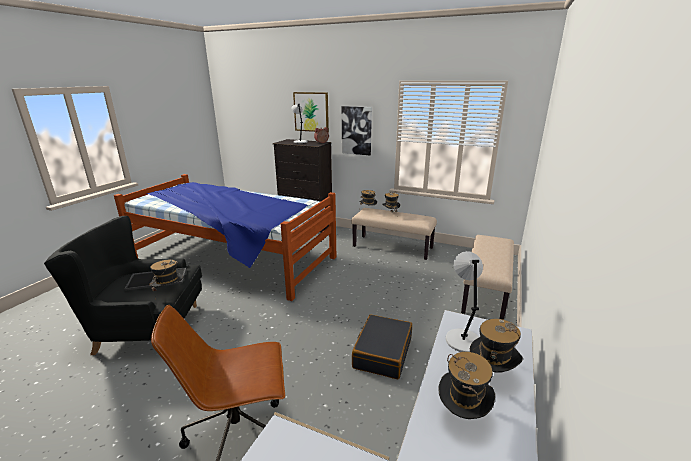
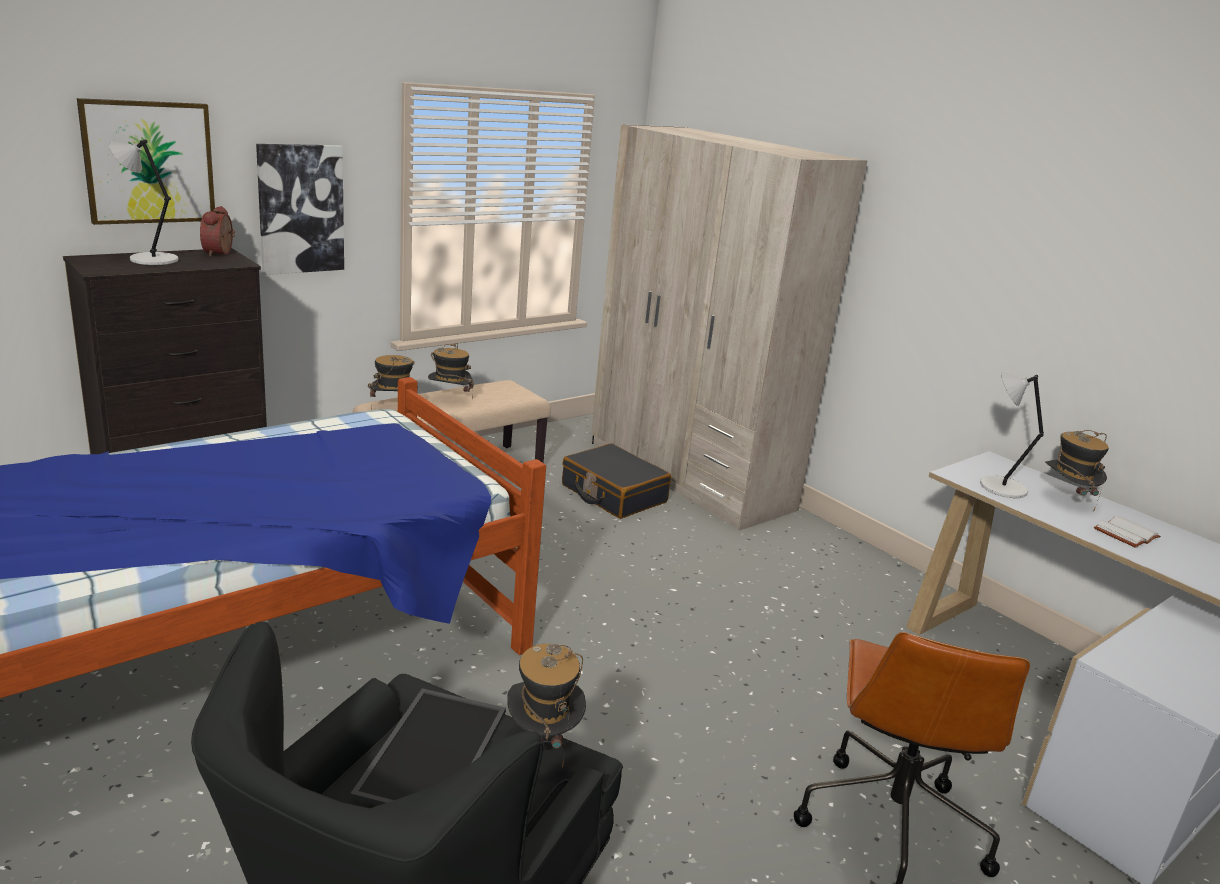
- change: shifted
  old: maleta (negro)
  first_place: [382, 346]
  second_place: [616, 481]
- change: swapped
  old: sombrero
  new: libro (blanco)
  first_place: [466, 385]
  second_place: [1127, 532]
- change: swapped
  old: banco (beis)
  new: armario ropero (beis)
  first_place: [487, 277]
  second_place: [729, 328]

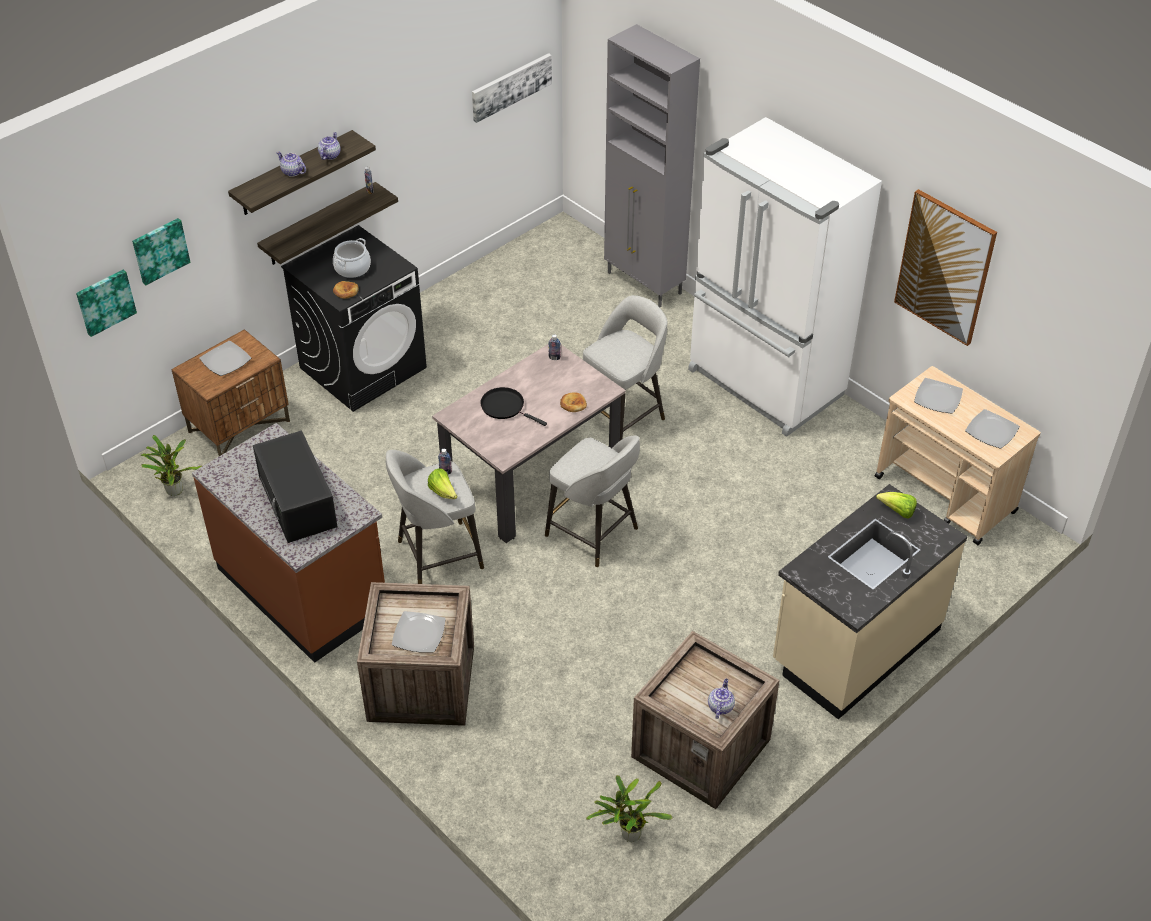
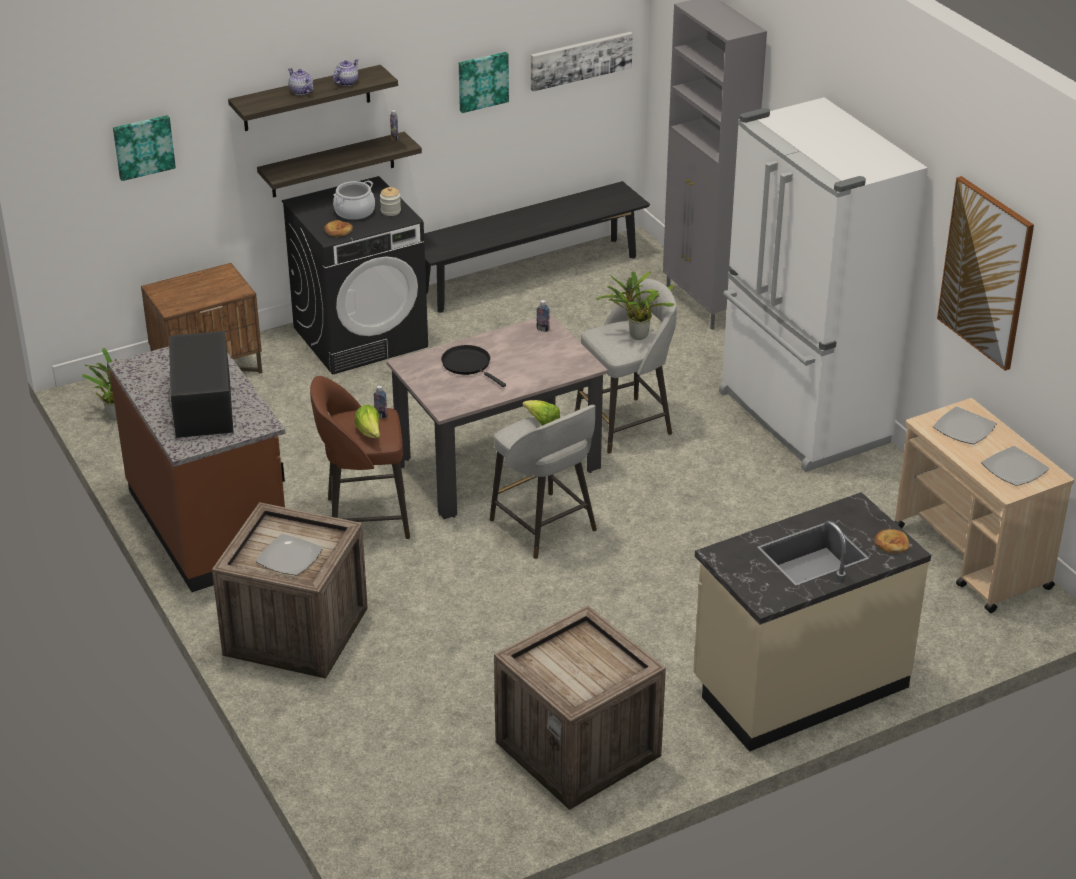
- change: gone
  old: plato
  first_place: [225, 358]
- change: gone
  old: tetera
  first_place: [721, 698]
- change: new
  new: tarro
  second_place: [390, 201]
- change: new
  new: banco (negro)
  second_place: [537, 247]
- change: shifted
  old: cuadro
  first_place: [106, 303]
  second_place: [484, 82]
- change: shifted
  old: pan
  first_place: [573, 402]
  second_place: [891, 541]
- change: shifted
  old: planta en maceta
  first_place: [629, 808]
  second_place: [635, 305]
- change: shifted
  old: lechuga
  first_place: [896, 505]
  second_place: [541, 413]
- change: repainted
  old: taburete (gris)
  new: taburete (marrón)
  first_place: [435, 517]
  second_place: [360, 457]

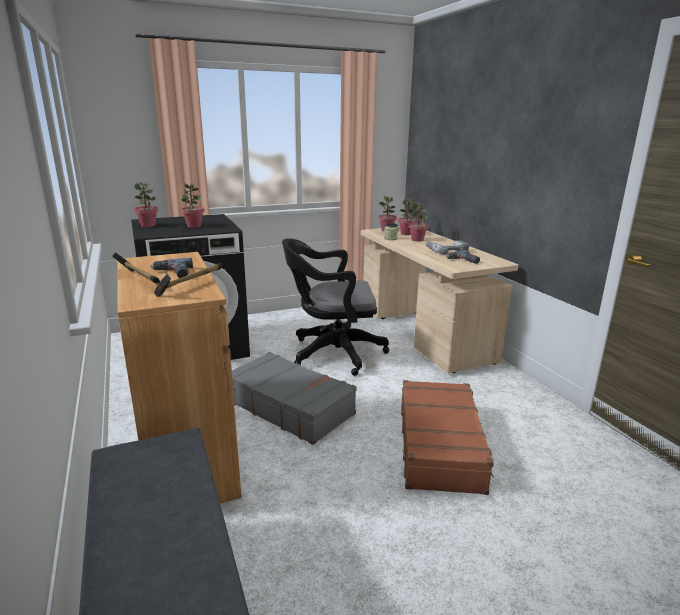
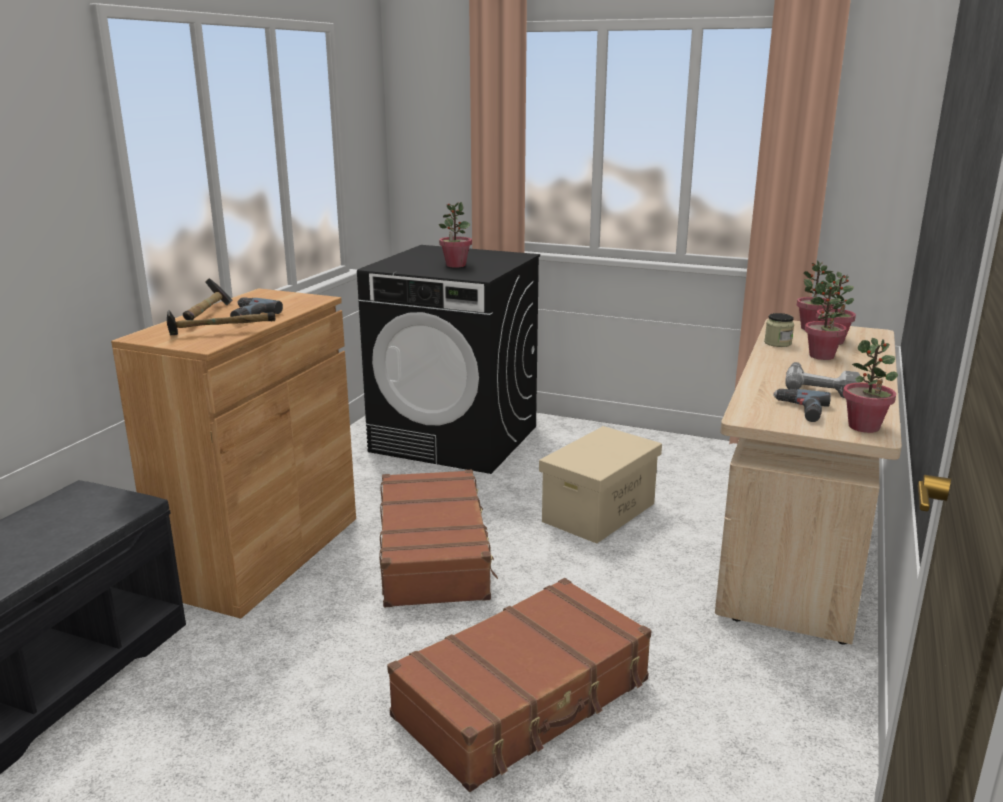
- change: shifted
  old: planta en maceta
  first_place: [146, 204]
  second_place: [870, 385]
- change: swapped
  old: silla de oficina (negro)
  new: caja de almacenaje (beis)
  first_place: [335, 307]
  second_place: [600, 485]
- change: repainted
  old: maleta (gris)
  new: maleta (marrón)
  first_place: [294, 398]
  second_place: [438, 538]

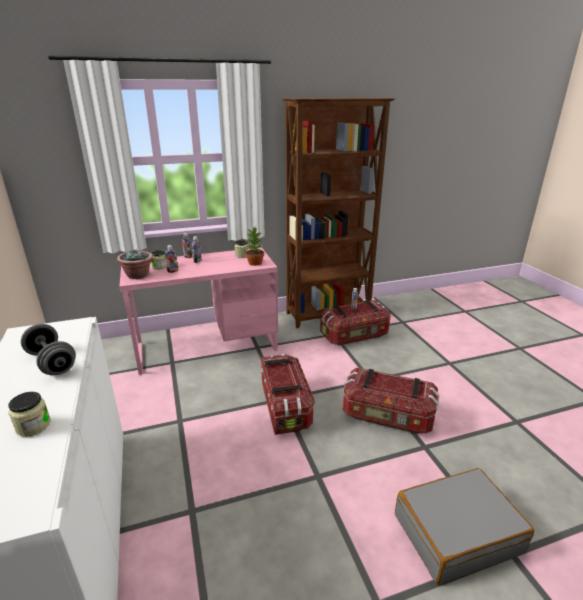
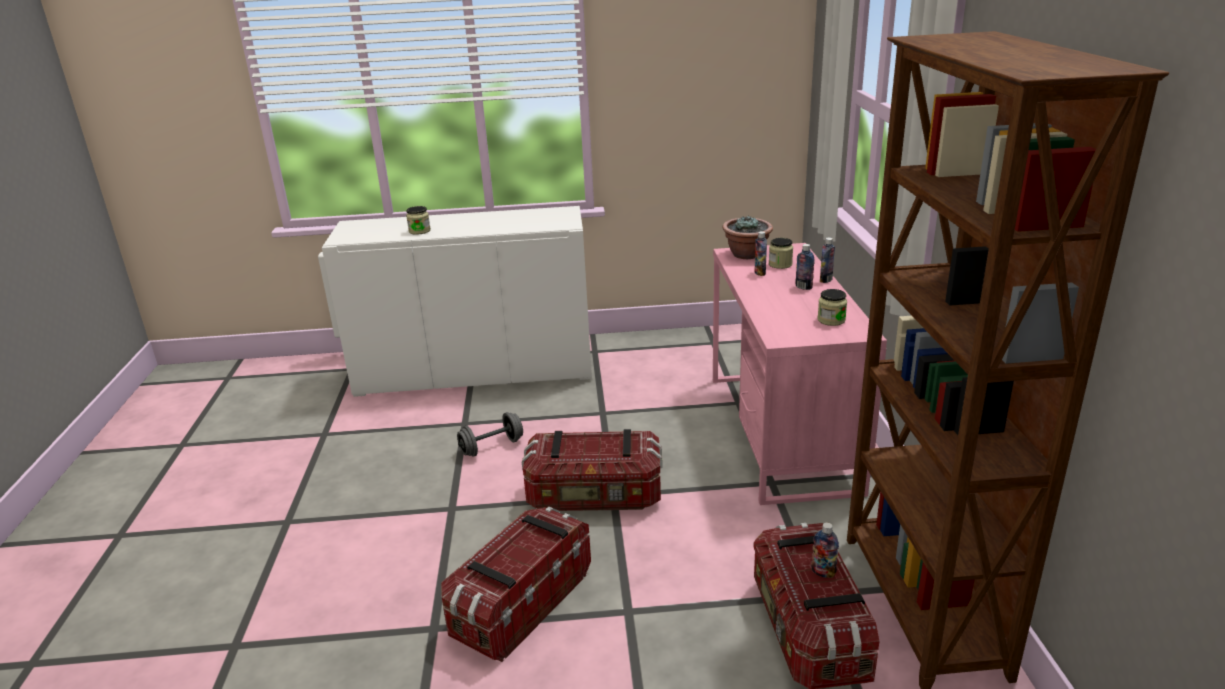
- change: gone
  old: planta en maceta
  first_place: [254, 246]
- change: gone
  old: maleta (gris)
  first_place: [464, 526]
- change: shifted
  old: mancuerna (gris)
  first_place: [48, 349]
  second_place: [490, 434]

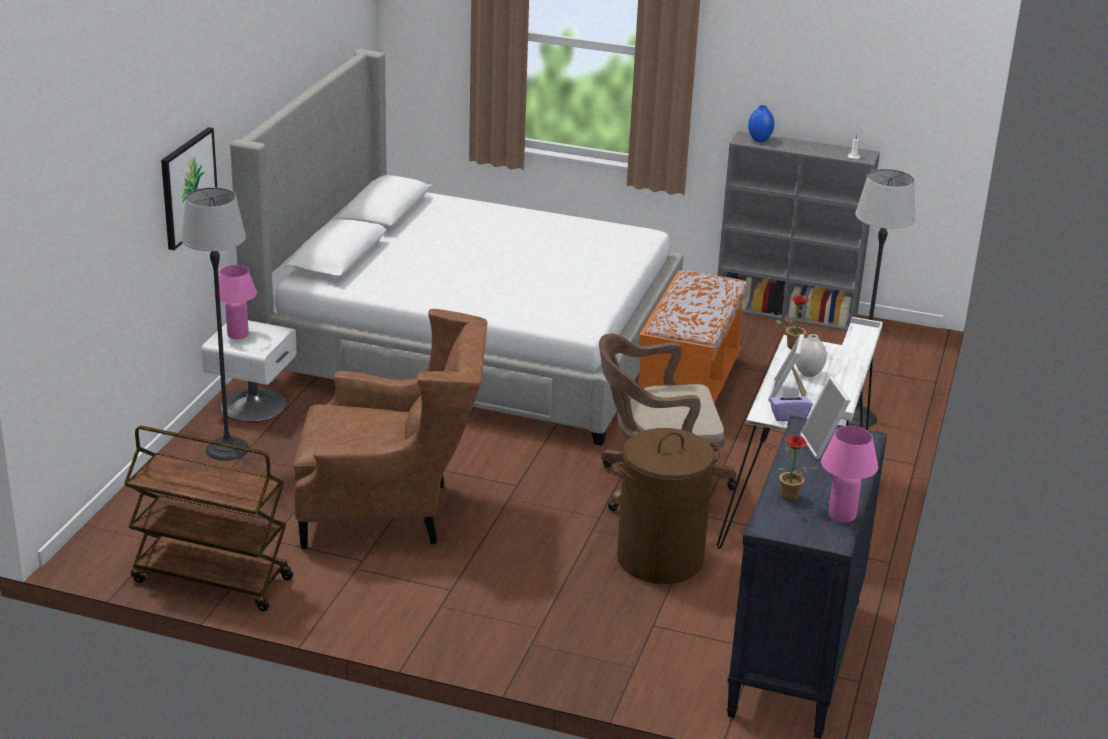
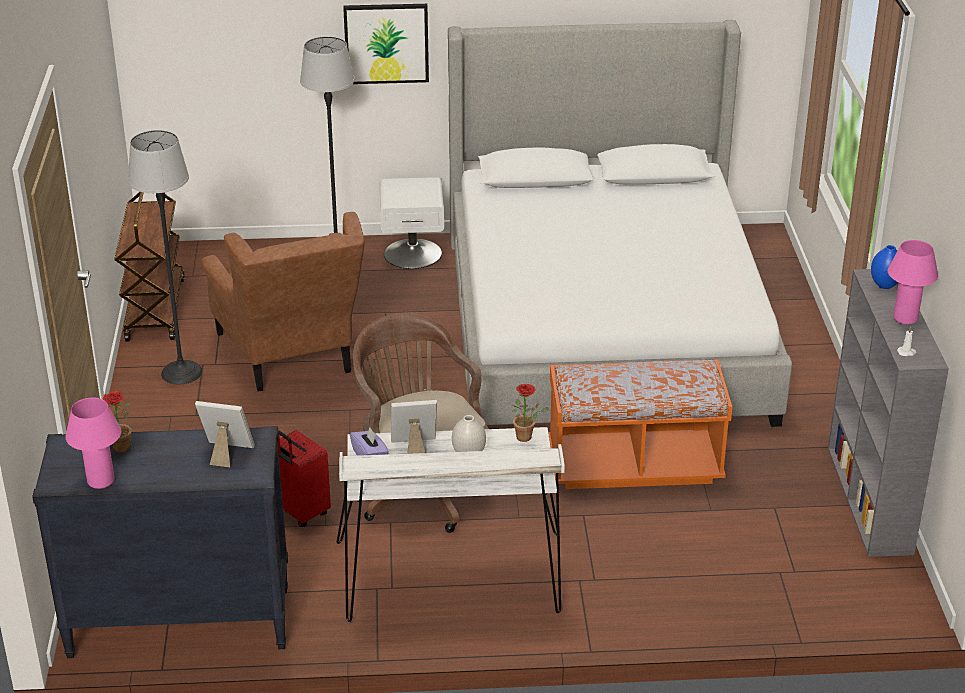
- change: shifted
  old: lámpara de mesa (rosa)
  first_place: [235, 302]
  second_place: [913, 282]
- change: shifted
  old: lámpara de pie
  first_place: [882, 298]
  second_place: [165, 257]
- change: swapped
  old: cesto de la ropa (marrón)
  new: maleta (rojo)
  first_place: [668, 506]
  second_place: [304, 478]
- change: rotated
  old: portarretratos
  first_place: [825, 418]
  second_place: [224, 434]
  degrees: 45

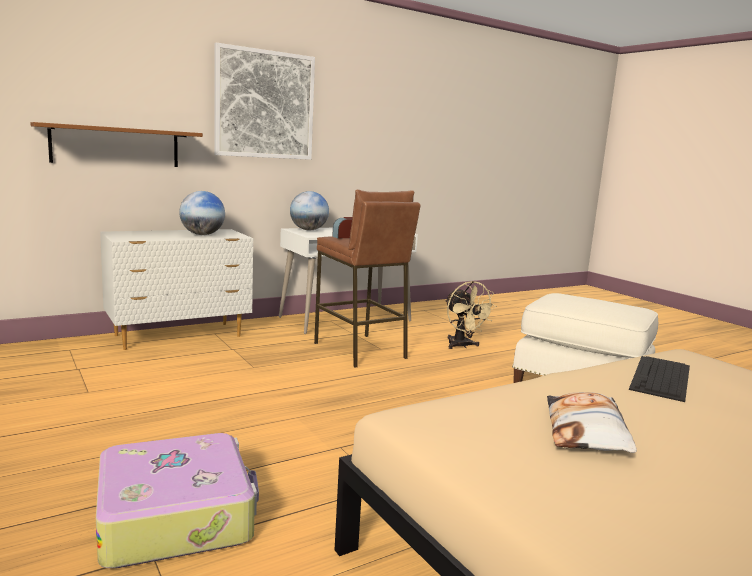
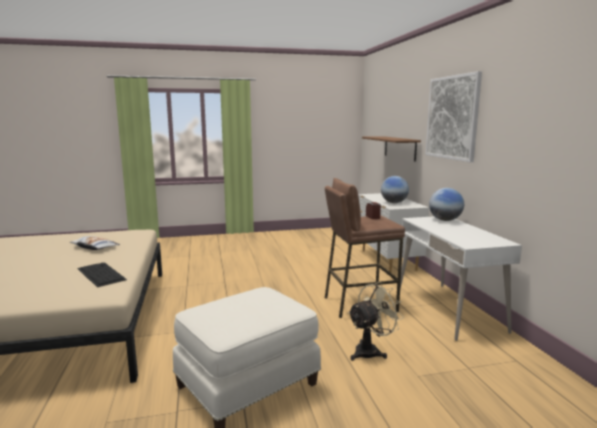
- change: gone
  old: maleta
  first_place: [177, 500]
- change: rotated
  old: ventilador (beis)
  first_place: [471, 315]
  second_place: [376, 321]
  degrees: 150

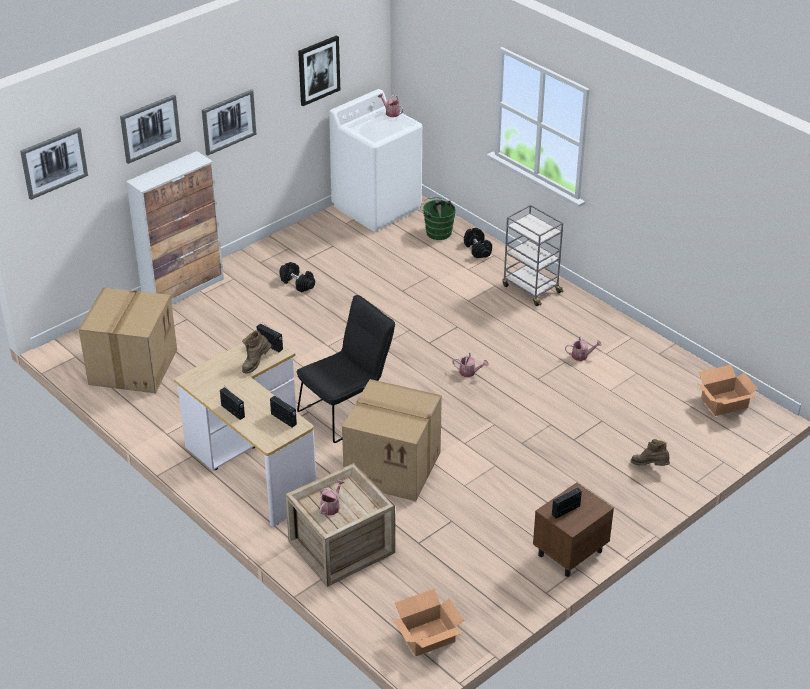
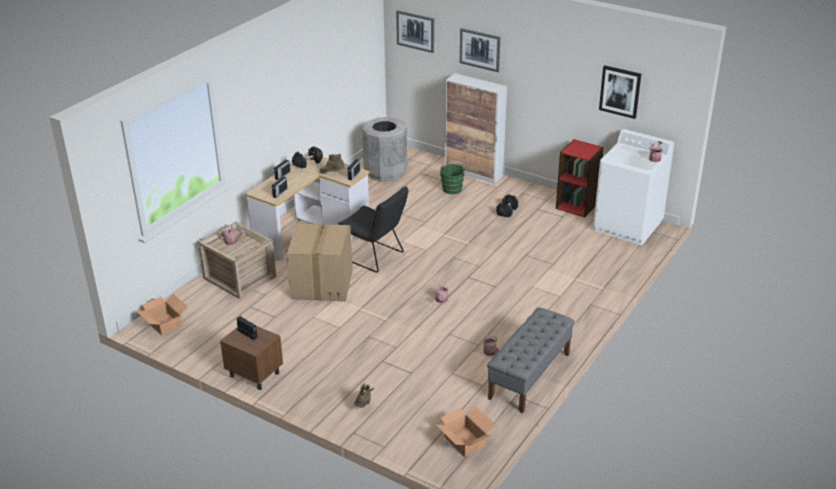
- change: gone
  old: cuadro
  first_place: [229, 122]
- change: gone
  old: carrito (gris)
  first_place: [533, 255]
- change: new
  new: banco (gris)
  second_place: [531, 360]
- change: new
  new: estantería (rojo)
  second_place: [580, 178]
- change: shifted
  old: cubo (verde)
  first_place: [438, 219]
  second_place: [453, 178]
- change: shifted
  old: mancuerna (negro)
  first_place: [478, 243]
  second_place: [307, 157]
- change: swapped
  old: caja de cartón
  new: papelera (gris)
  first_place: [128, 340]
  second_place: [384, 149]

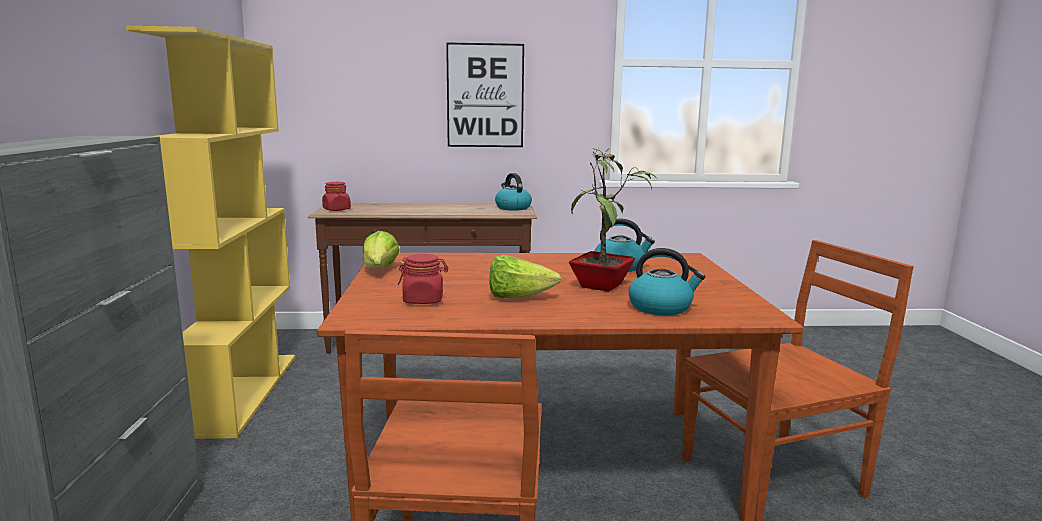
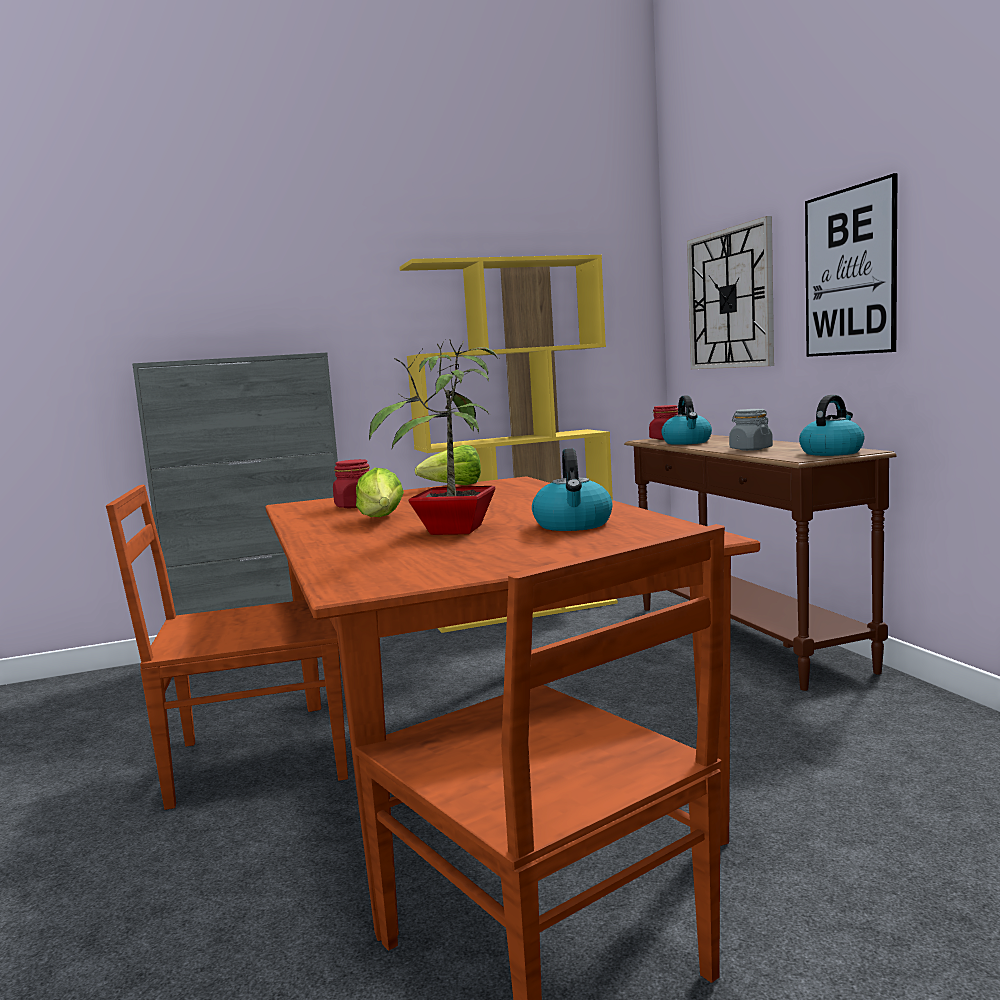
- change: new
  new: reloj de pared
  second_place: [730, 292]
- change: new
  new: tarro (gris)
  second_place: [751, 430]
- change: shifted
  old: hervidor
  first_place: [667, 281]
  second_place: [686, 420]

